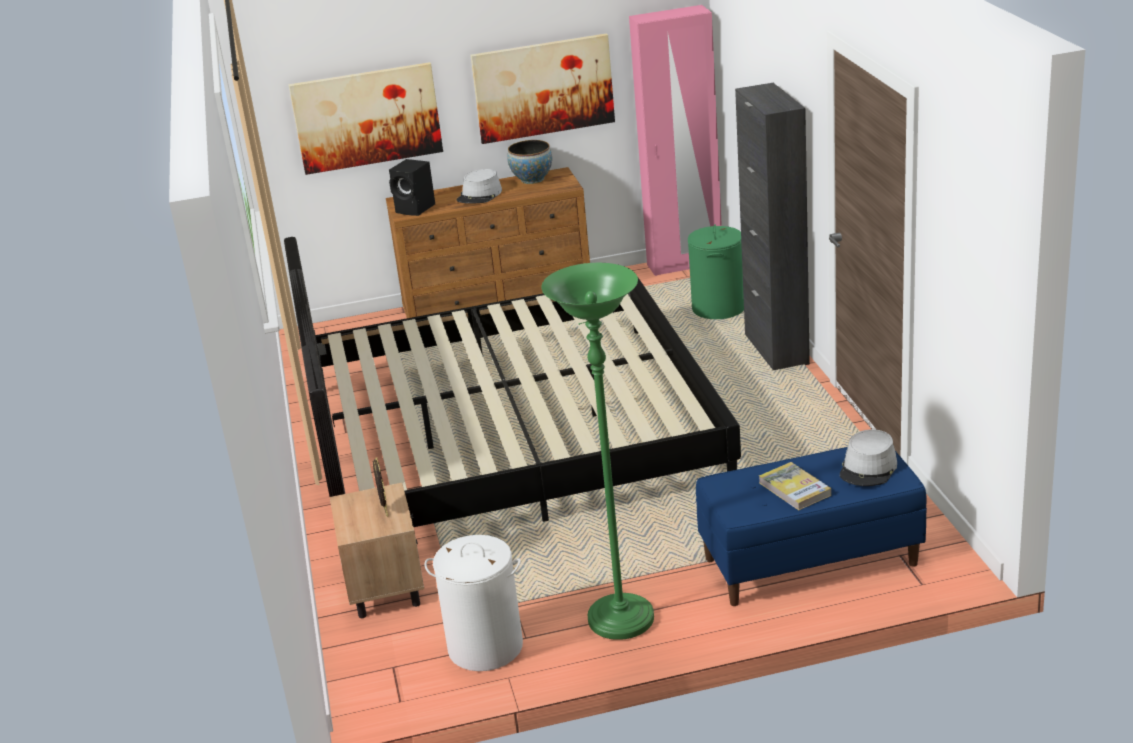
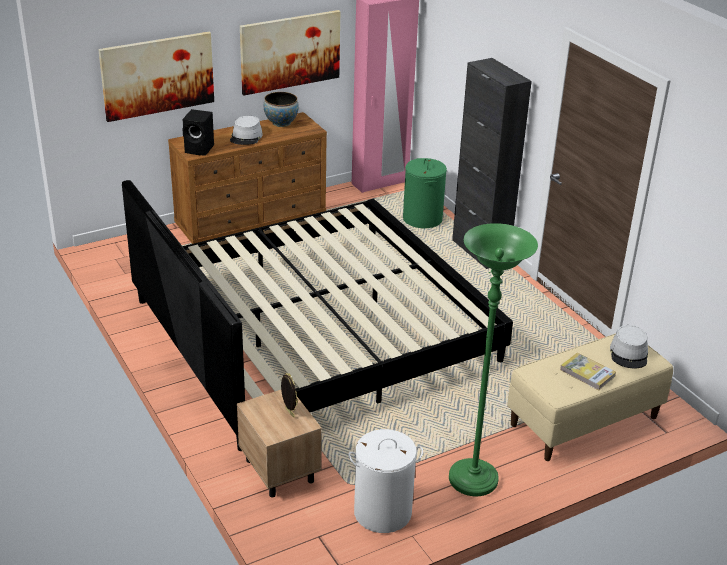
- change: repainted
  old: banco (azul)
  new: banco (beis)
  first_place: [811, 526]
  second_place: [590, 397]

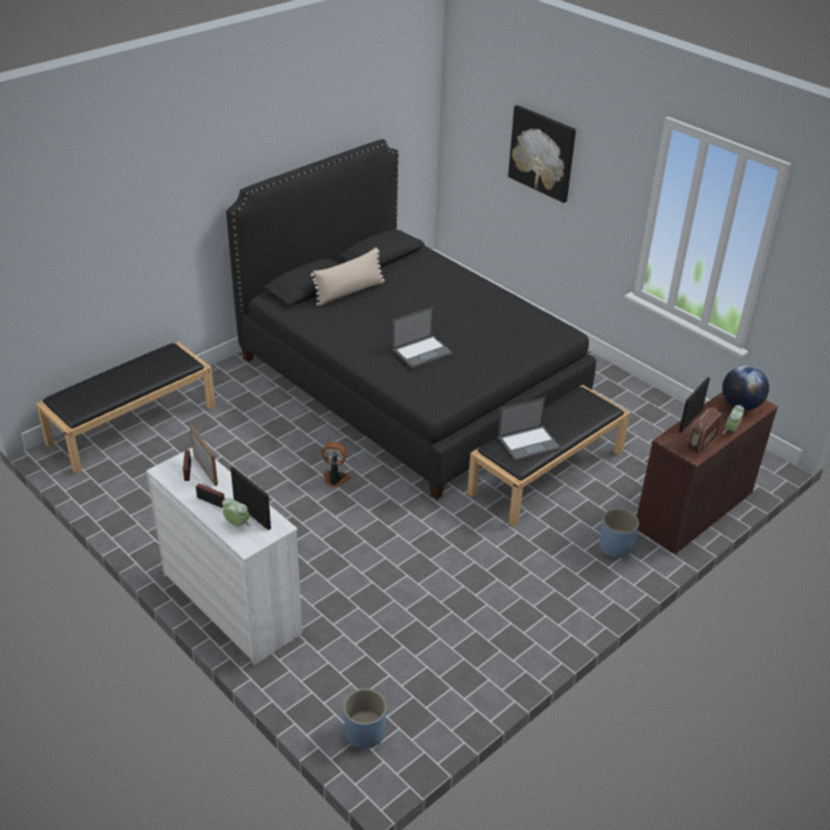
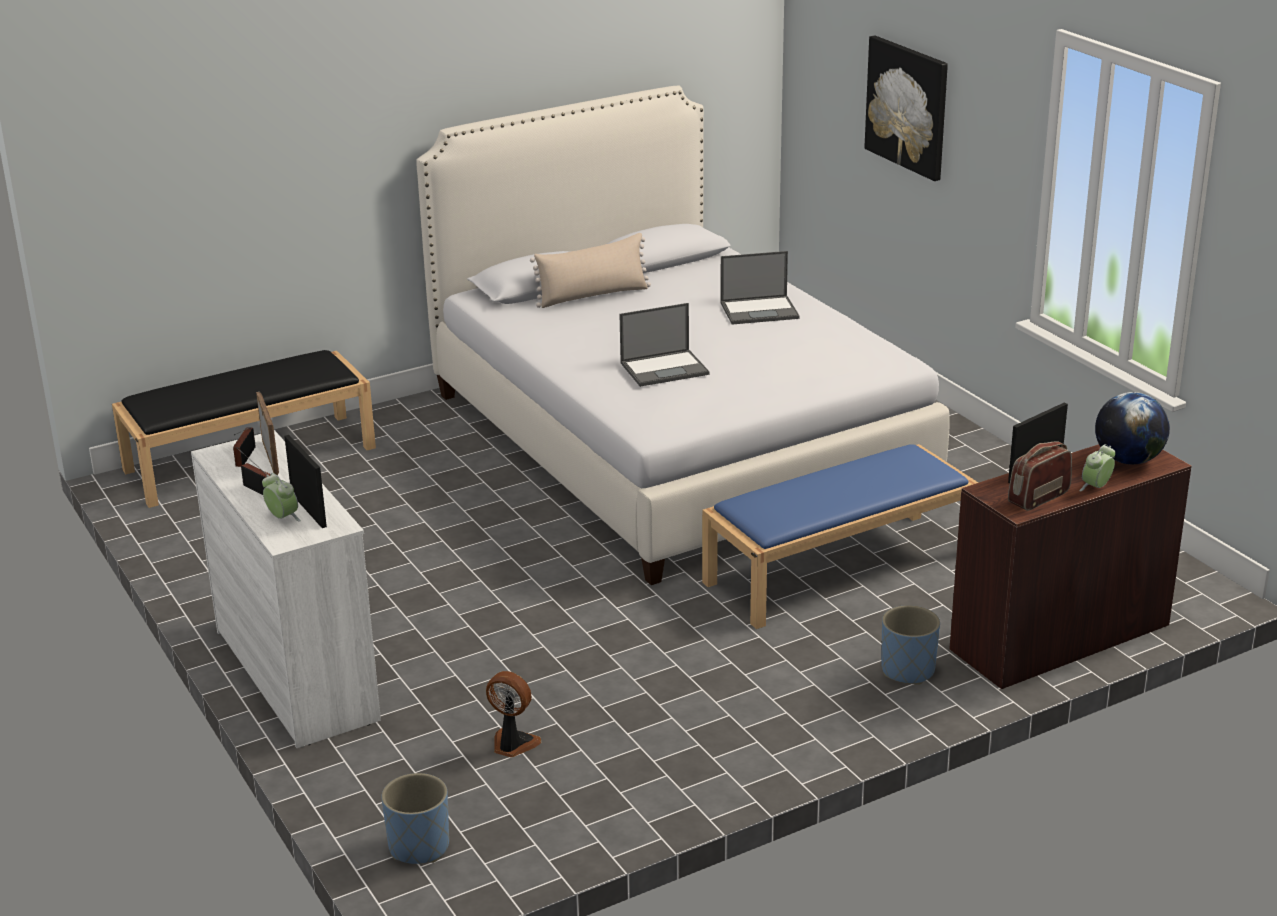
- change: shifted
  old: ventilador
  first_place: [336, 464]
  second_place: [513, 714]
- change: shifted
  old: portátil
  first_place: [529, 429]
  second_place: [760, 287]
- change: repainted
  old: cama (negro)
  new: cama (blanco)
  first_place: [411, 319]
  second_place: [683, 335]
- change: repainted
  old: banco (negro)
  new: banco (azul)
  first_place: [548, 456]
  second_place: [840, 536]

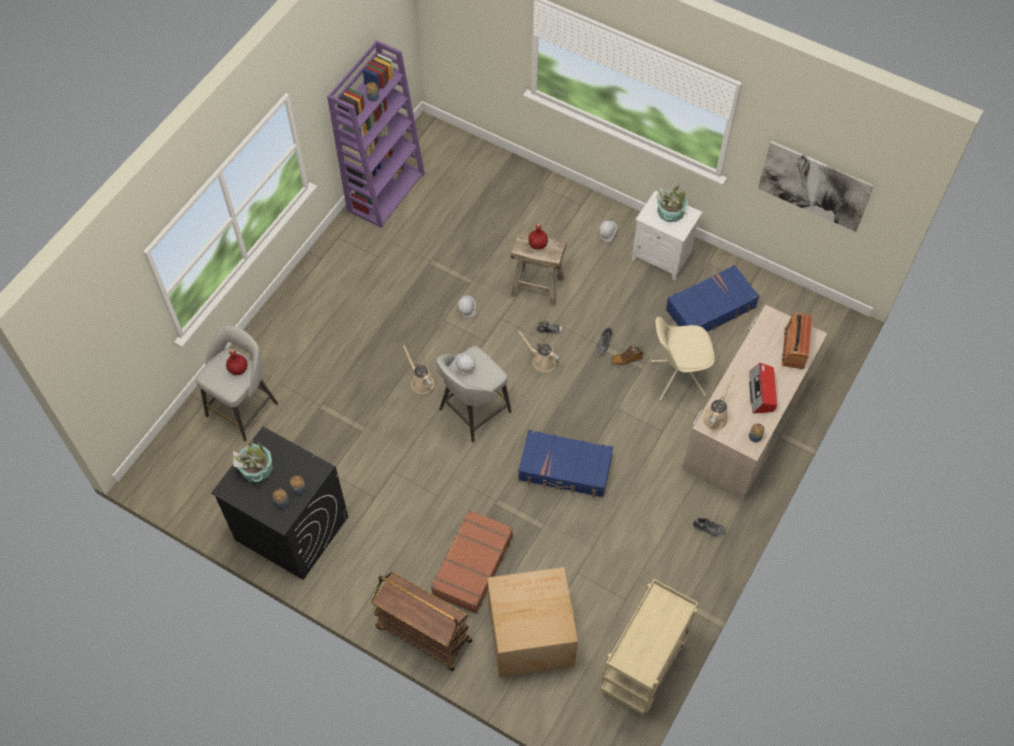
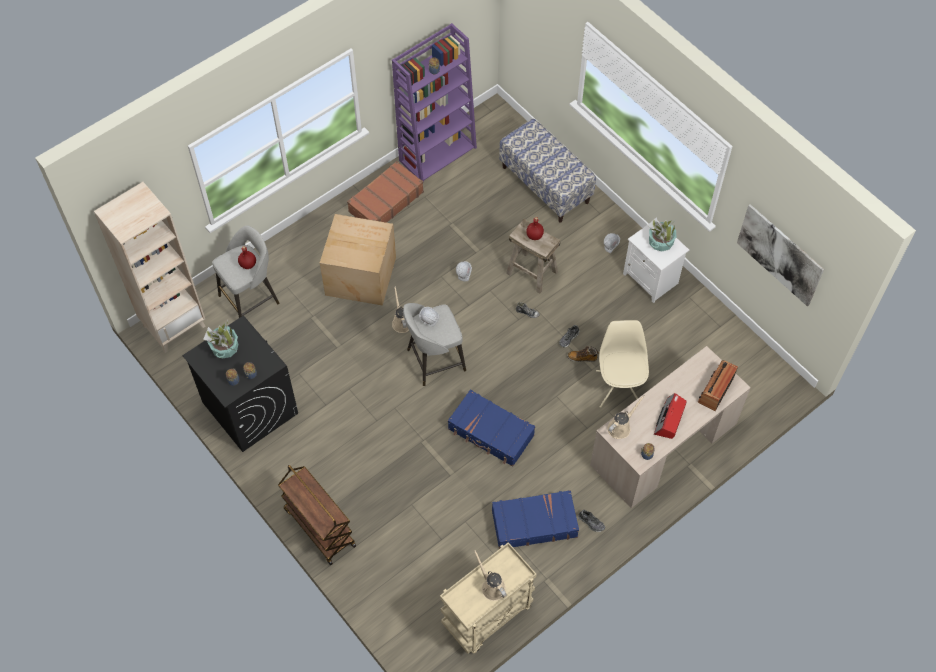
- change: new
  new: estantería (beis)
  second_place: [150, 267]
- change: new
  new: banco
  second_place: [547, 171]
- change: shifted
  old: maleta (marrón)
  first_place: [472, 562]
  second_place: [385, 192]
- change: shifted
  old: caja de cartón
  first_place: [532, 622]
  second_place: [358, 260]
- change: shifted
  old: regadera (beis)
  first_place: [539, 351]
  second_place: [490, 575]
- change: shifted
  old: maleta (azul)
  first_place: [713, 298]
  second_place: [535, 519]
- change: rotated
  old: silla (beis)
  first_place: [683, 359]
  second_place: [622, 364]
  degrees: 75

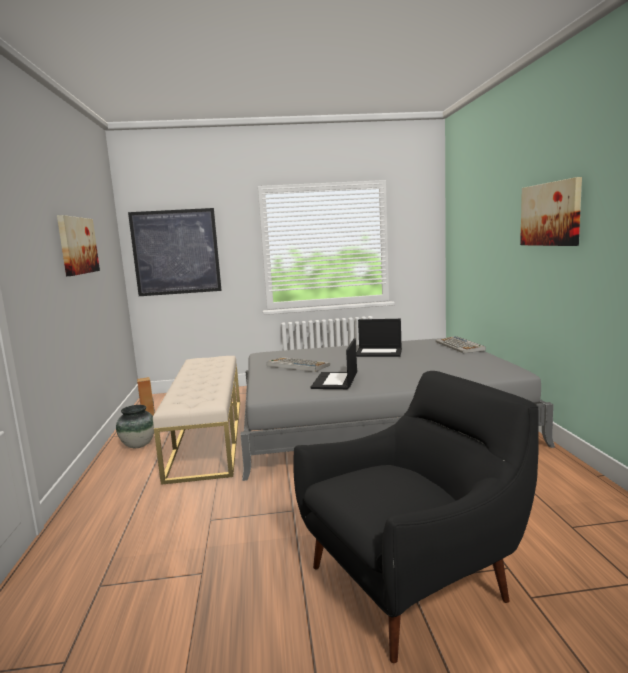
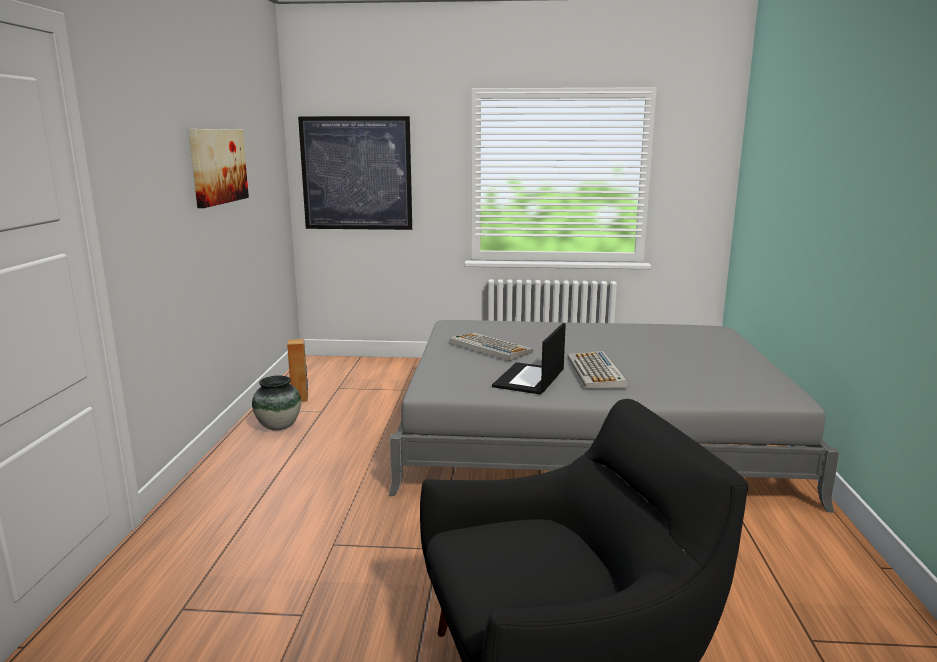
- change: gone
  old: banco (beis)
  first_place: [196, 420]
- change: gone
  old: portátil
  first_place: [379, 338]
- change: gone
  old: cuadro
  first_place: [551, 211]
- change: shifted
  old: teclado
  first_place: [460, 344]
  second_place: [597, 369]

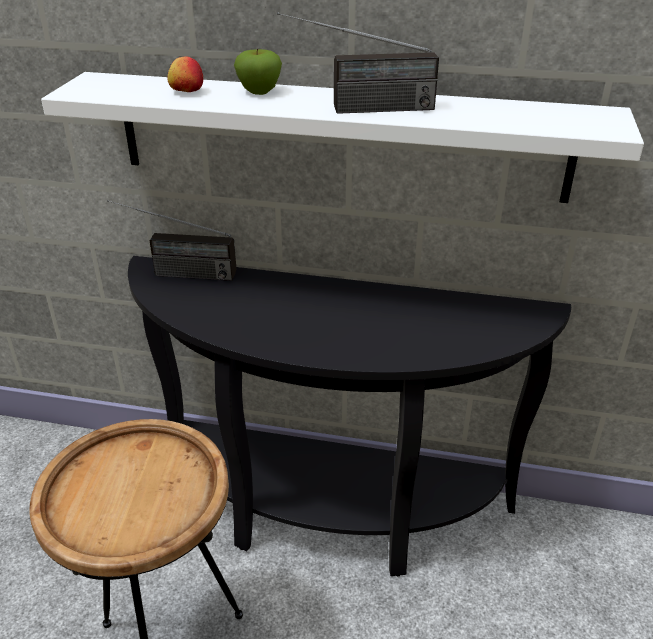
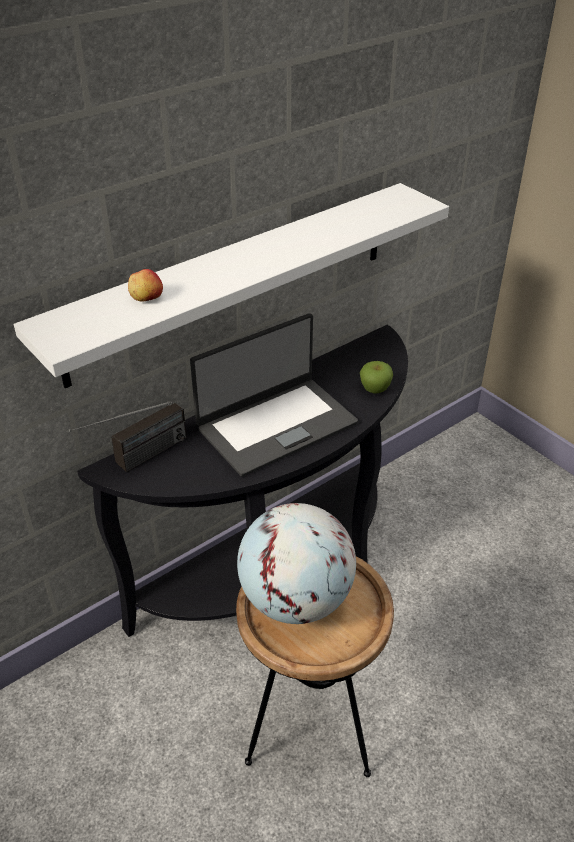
- change: gone
  old: radio
  first_place: [358, 63]
- change: new
  new: portátil
  second_place: [274, 395]
- change: new
  new: globo terráqueo
  second_place: [296, 563]
- change: shifted
  old: manzana
  first_place: [258, 71]
  second_place: [376, 377]

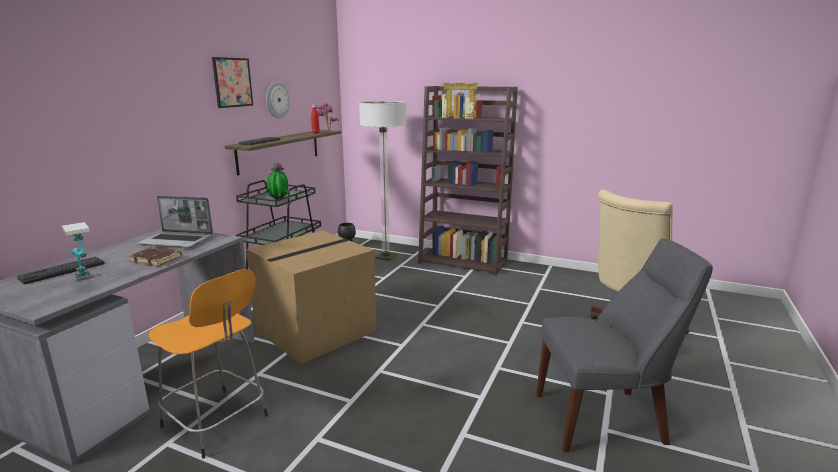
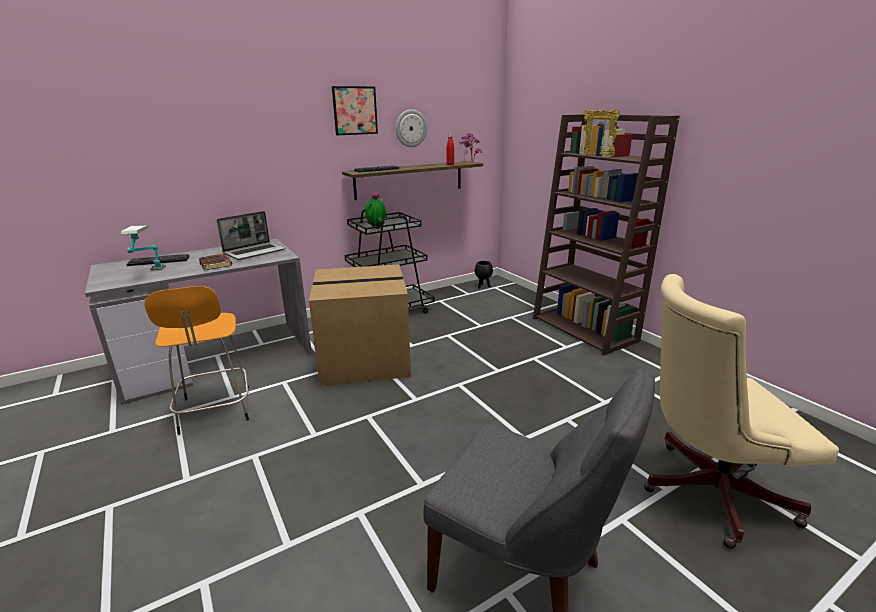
- change: gone
  old: lámpara de pie
  first_place: [382, 181]
- change: rotated
  old: portátil
  first_place: [175, 222]
  second_place: [251, 235]
  degrees: -90

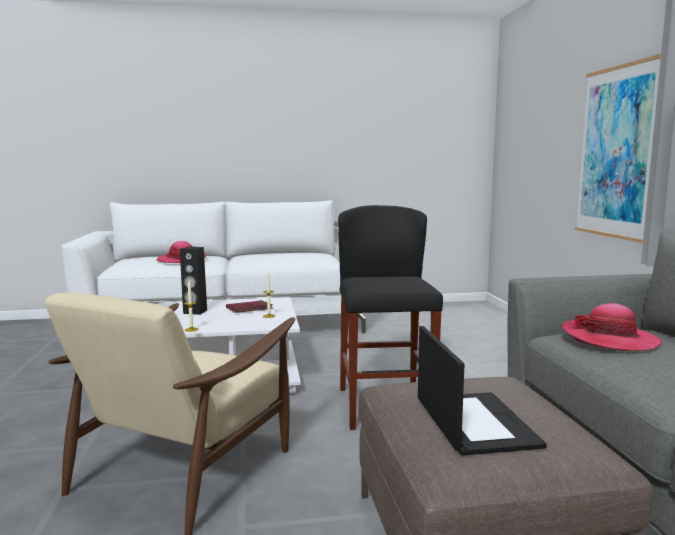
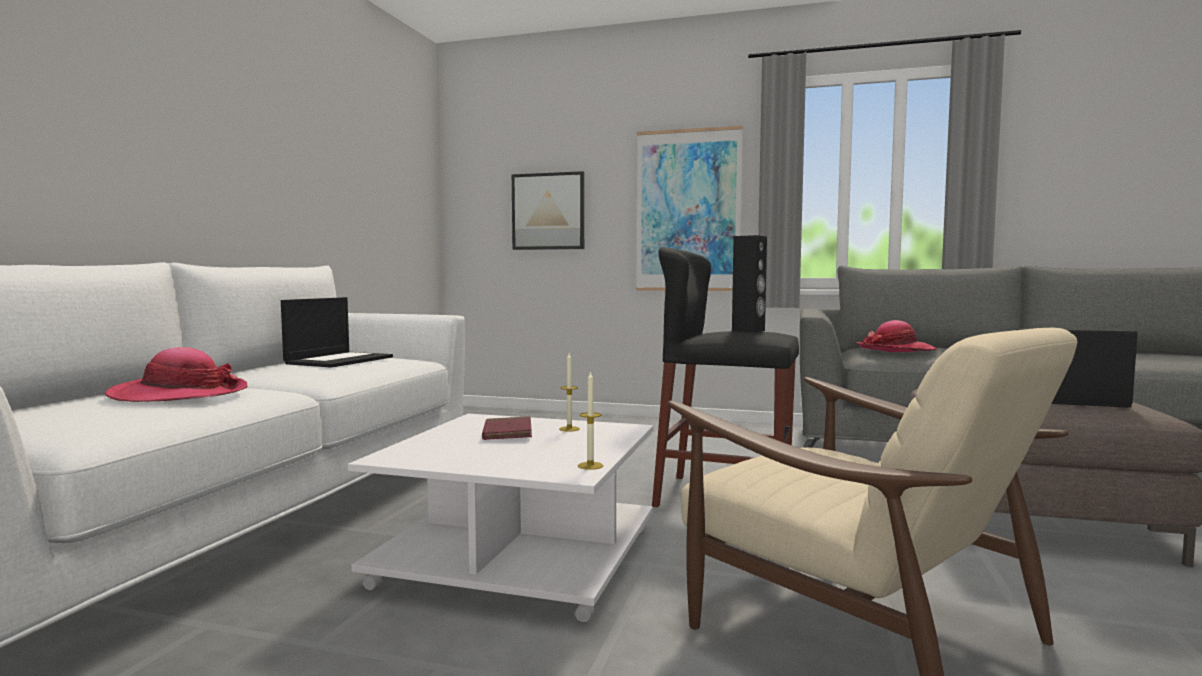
- change: new
  new: portátil
  second_place: [337, 332]
- change: new
  new: cuadro
  second_place: [548, 210]
- change: shifted
  old: altavoz (negro)
  first_place: [193, 281]
  second_place: [749, 284]

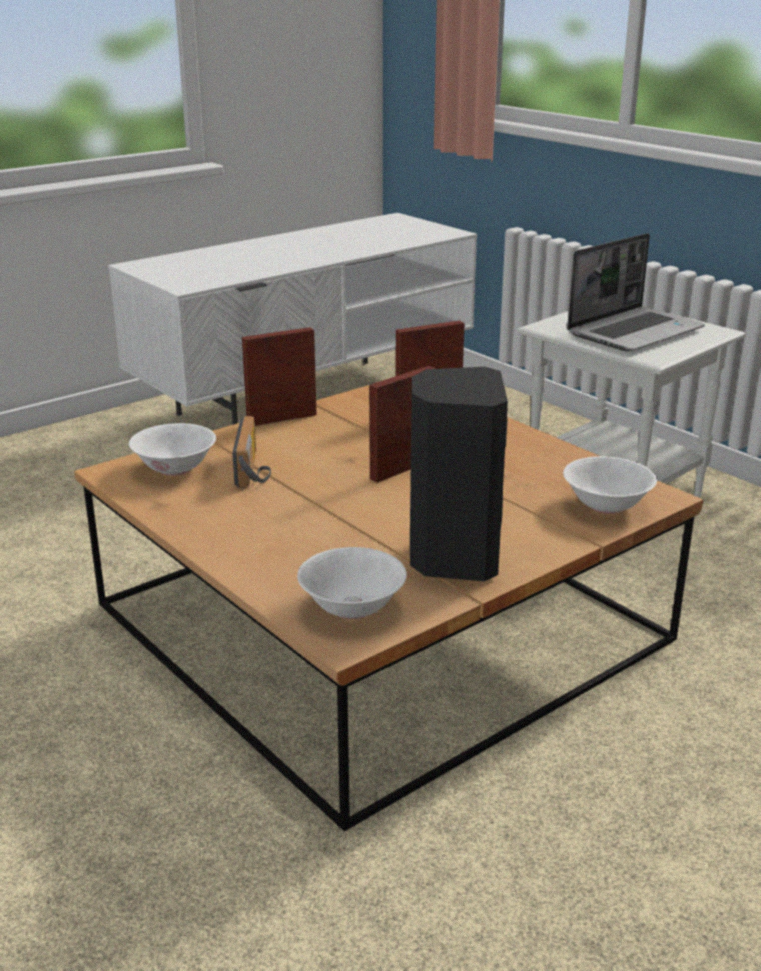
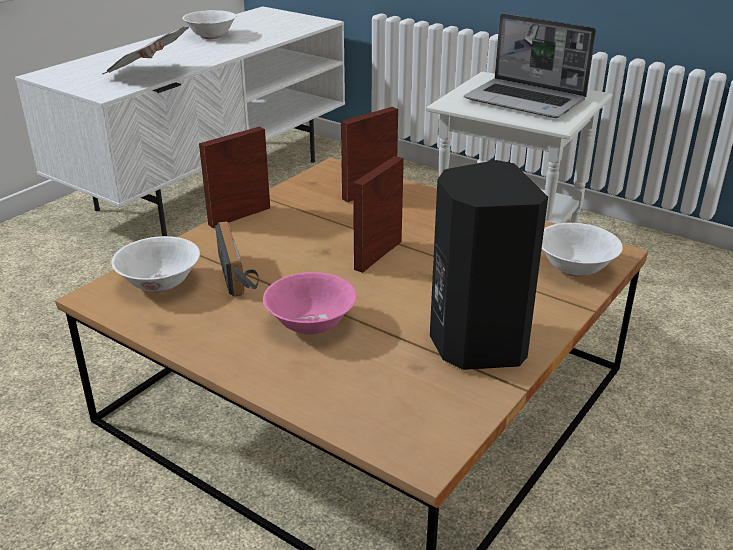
- change: new
  new: periódico
  second_place: [146, 50]
- change: new
  new: cuenco (rosa)
  second_place: [310, 303]
- change: shifted
  old: cuenco (blanco)
  first_place: [352, 583]
  second_place: [209, 24]
- change: rotated
  old: portátil
  first_place: [636, 292]
  second_place: [530, 65]
  degrees: 90

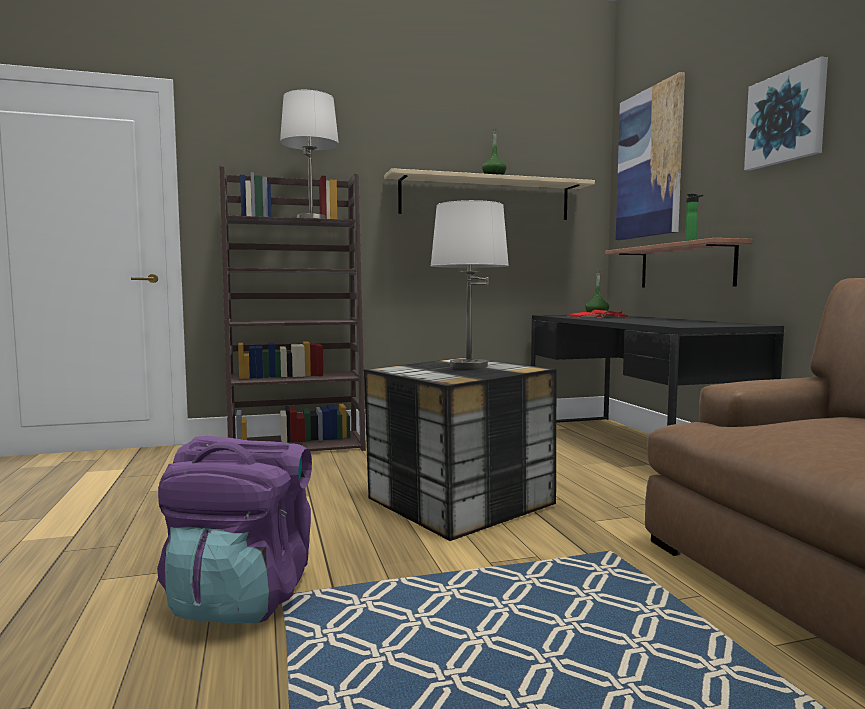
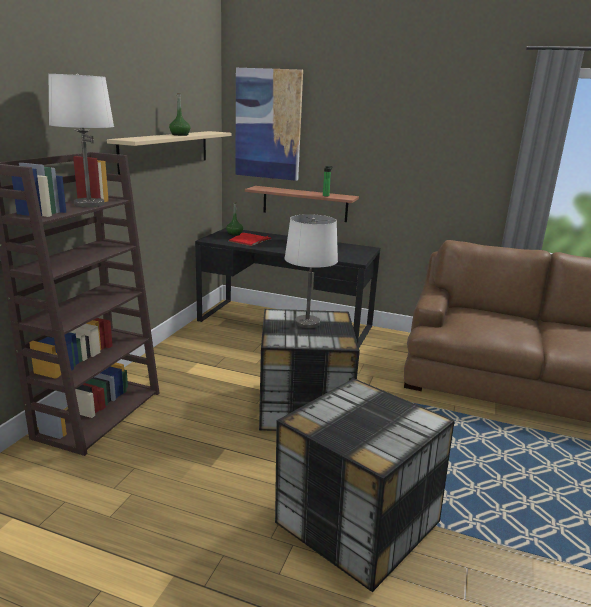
- change: gone
  old: cuadro
  first_place: [786, 113]
- change: swapped
  old: mochila (morado)
  new: caja de almacenaje
  first_place: [234, 530]
  second_place: [365, 485]

